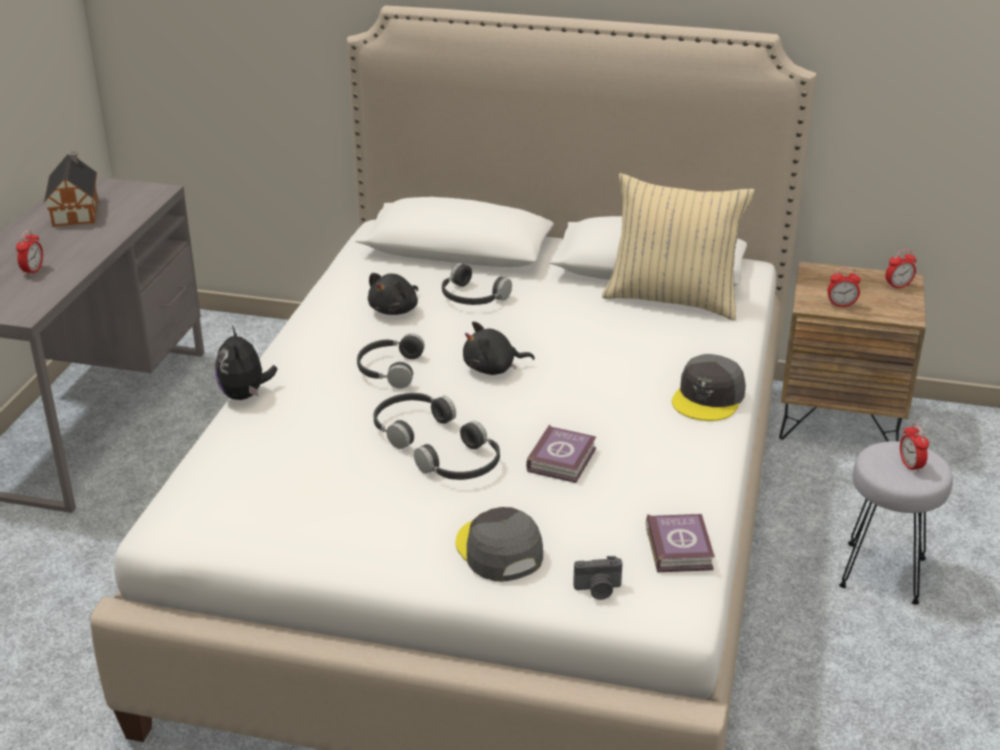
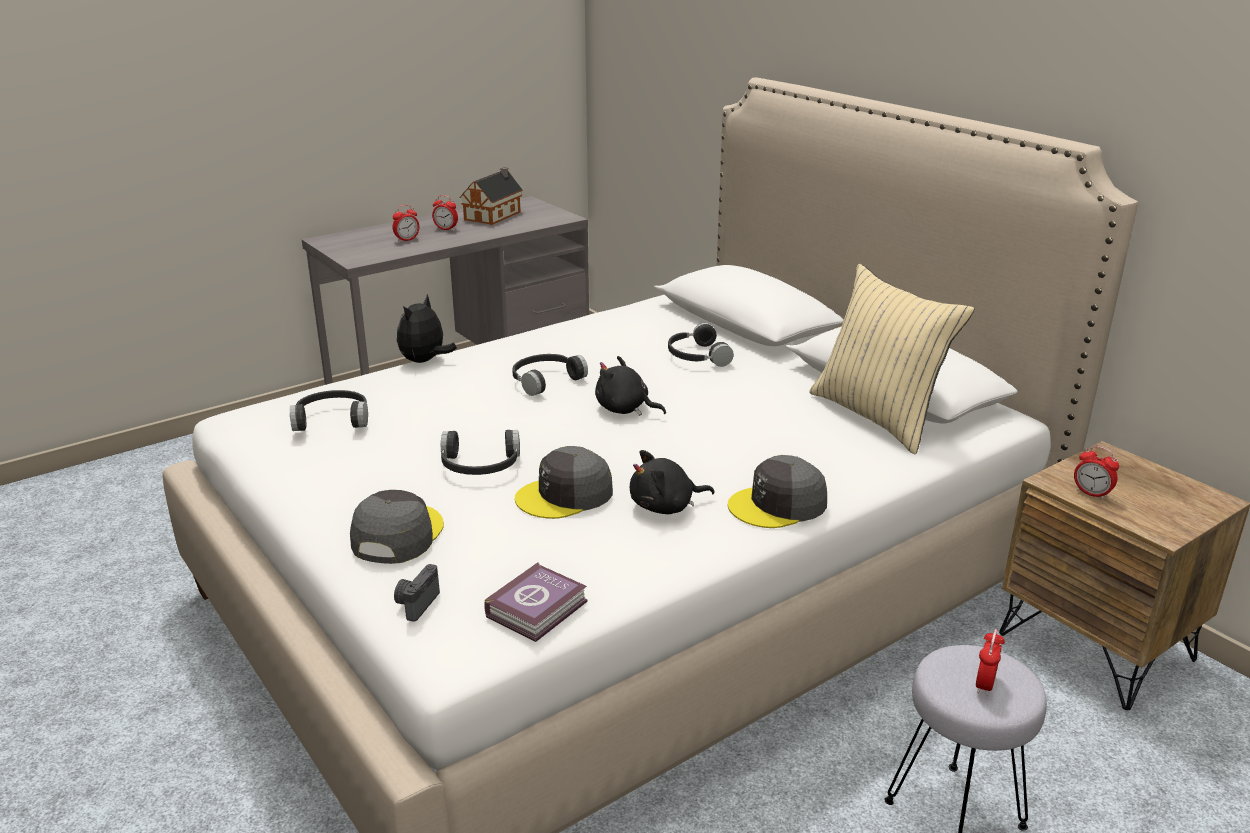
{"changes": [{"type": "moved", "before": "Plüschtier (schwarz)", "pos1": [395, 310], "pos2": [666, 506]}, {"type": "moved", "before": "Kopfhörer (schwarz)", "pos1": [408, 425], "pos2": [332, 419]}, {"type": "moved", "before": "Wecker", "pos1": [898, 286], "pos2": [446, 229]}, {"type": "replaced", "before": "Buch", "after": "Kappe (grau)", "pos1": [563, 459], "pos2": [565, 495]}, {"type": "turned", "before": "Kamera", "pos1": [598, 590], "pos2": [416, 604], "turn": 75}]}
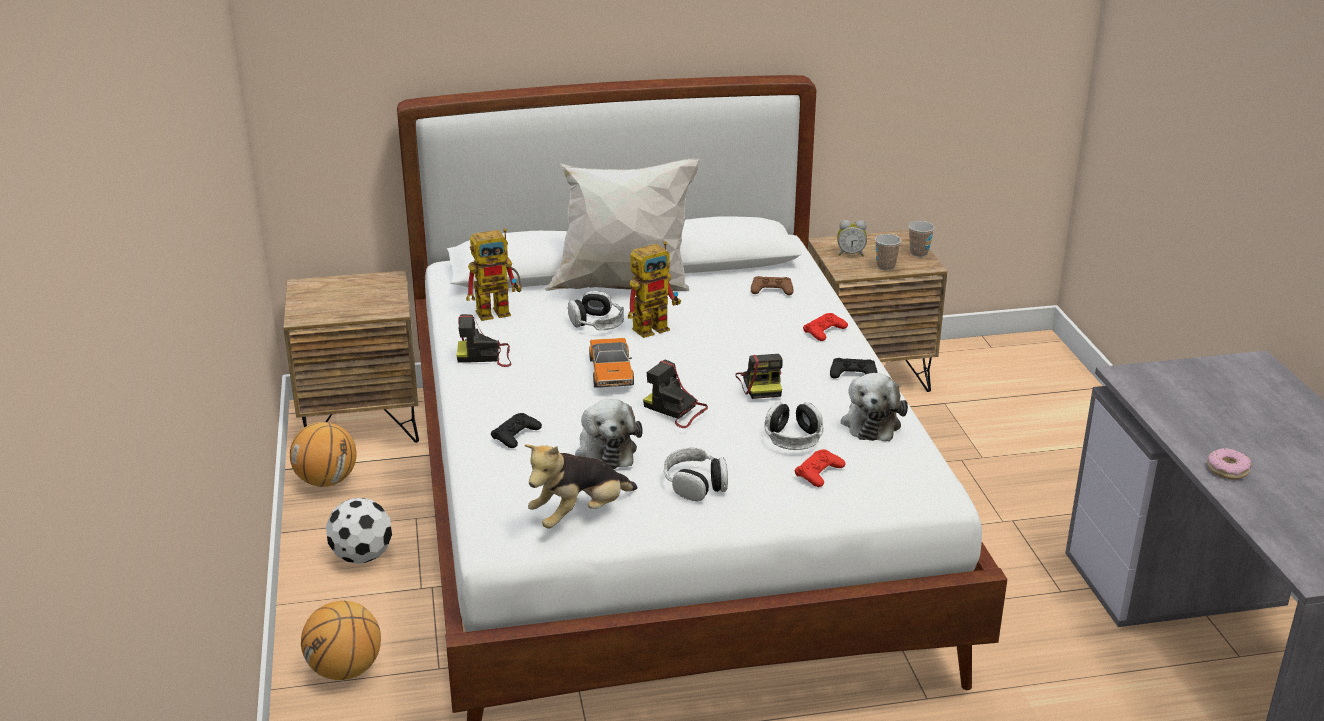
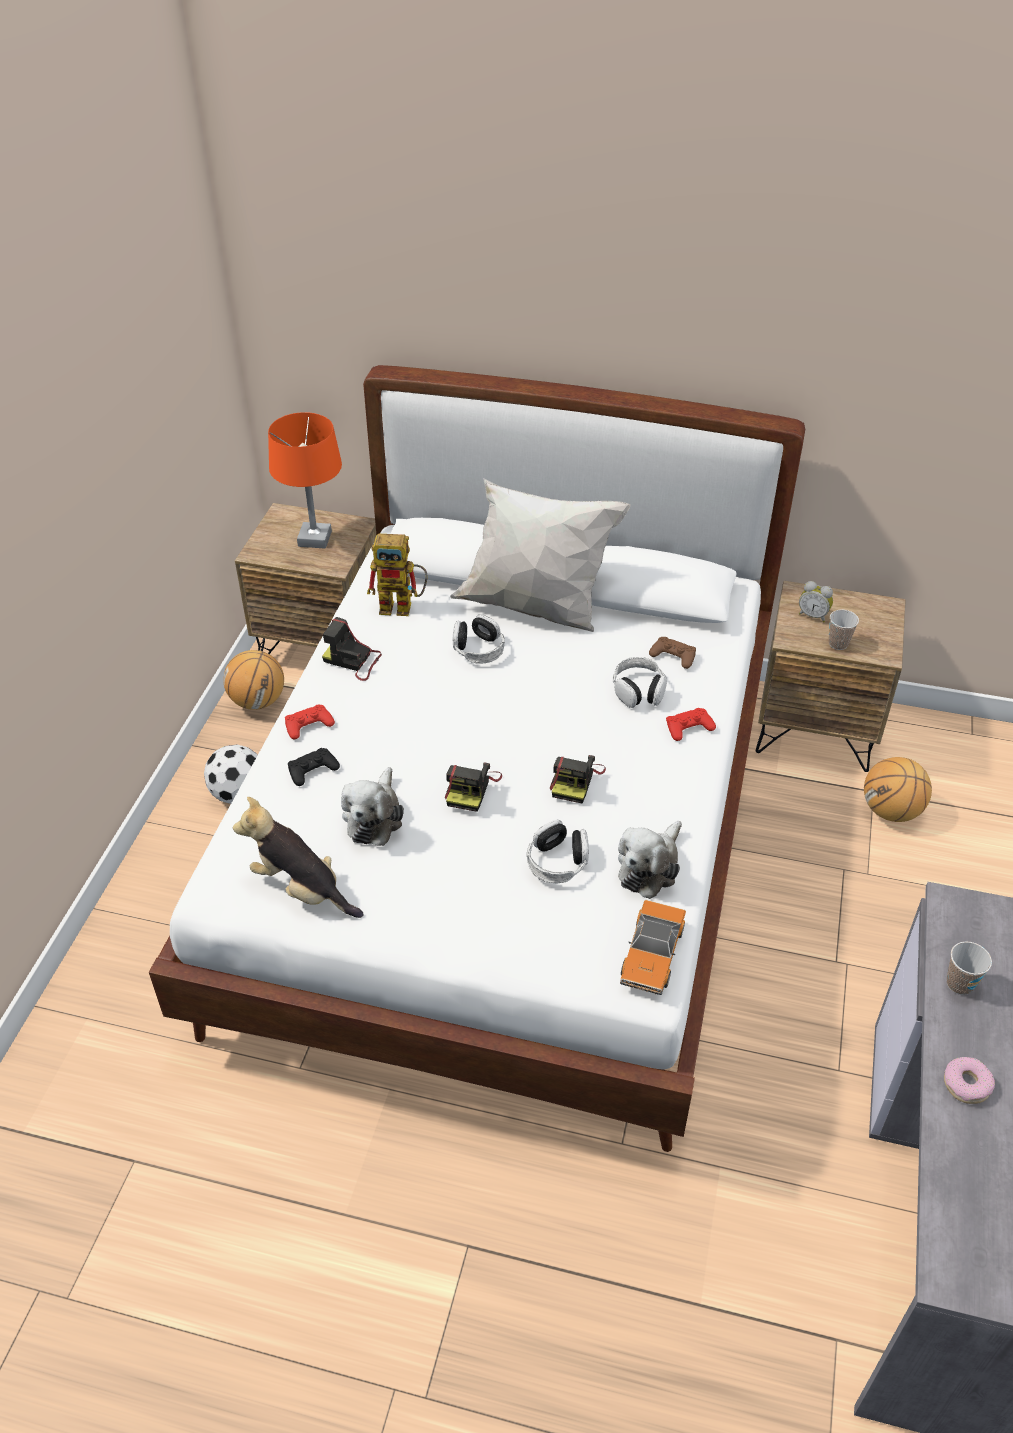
{"changes": [{"type": "removed", "before": "Spielzeugroboter", "pos1": [656, 326]}, {"type": "removed", "before": "Gamepad (schwarz)", "pos1": [853, 374]}, {"type": "added", "after": "Tischlampe (orange)", "pos2": [314, 539]}, {"type": "moved", "before": "Basketball", "pos1": [345, 670], "pos2": [891, 811]}, {"type": "moved", "before": "Spielzeugauto", "pos1": [611, 373], "pos2": [652, 955]}, {"type": "moved", "before": "Kopfhörer", "pos1": [695, 484], "pos2": [638, 690]}, {"type": "moved", "before": "Gamepad (rot)", "pos1": [819, 473], "pos2": [308, 725]}, {"type": "moved", "before": "Tasse", "pos1": [918, 253], "pos2": [959, 984]}, {"type": "turned", "before": "Plüschtier", "pos1": [580, 515], "pos2": [301, 889], "turn": 45}, {"type": "turned", "before": "Kamera", "pos1": [676, 410], "pos2": [471, 788], "turn": -135}]}
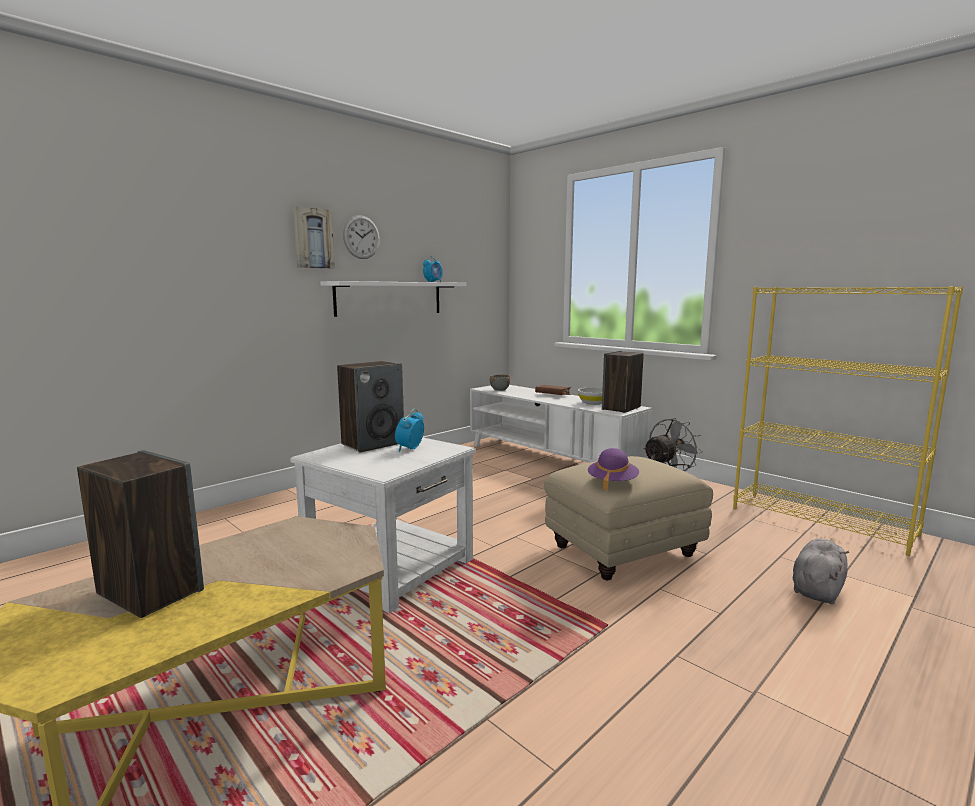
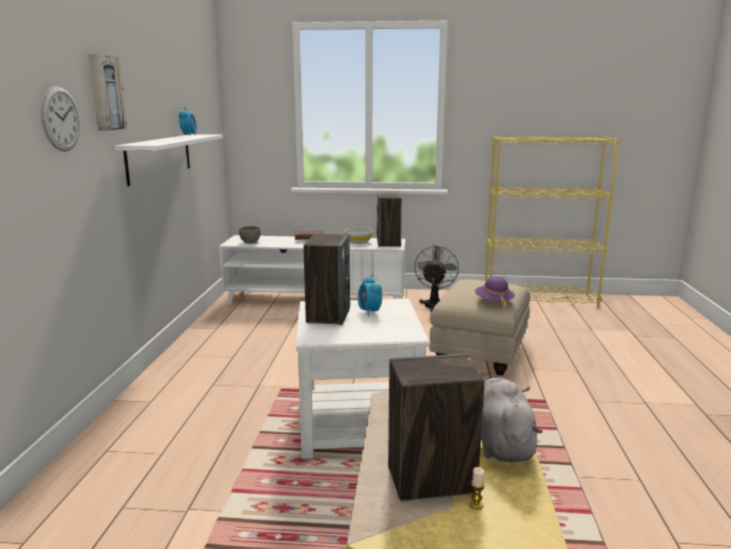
{"changes": [{"type": "added", "after": "Kerze", "pos2": [476, 505]}, {"type": "moved", "before": "Wanduhr", "pos1": [361, 237], "pos2": [60, 119]}, {"type": "moved", "before": "Plüschtier (grau)", "pos1": [817, 589], "pos2": [500, 442]}]}
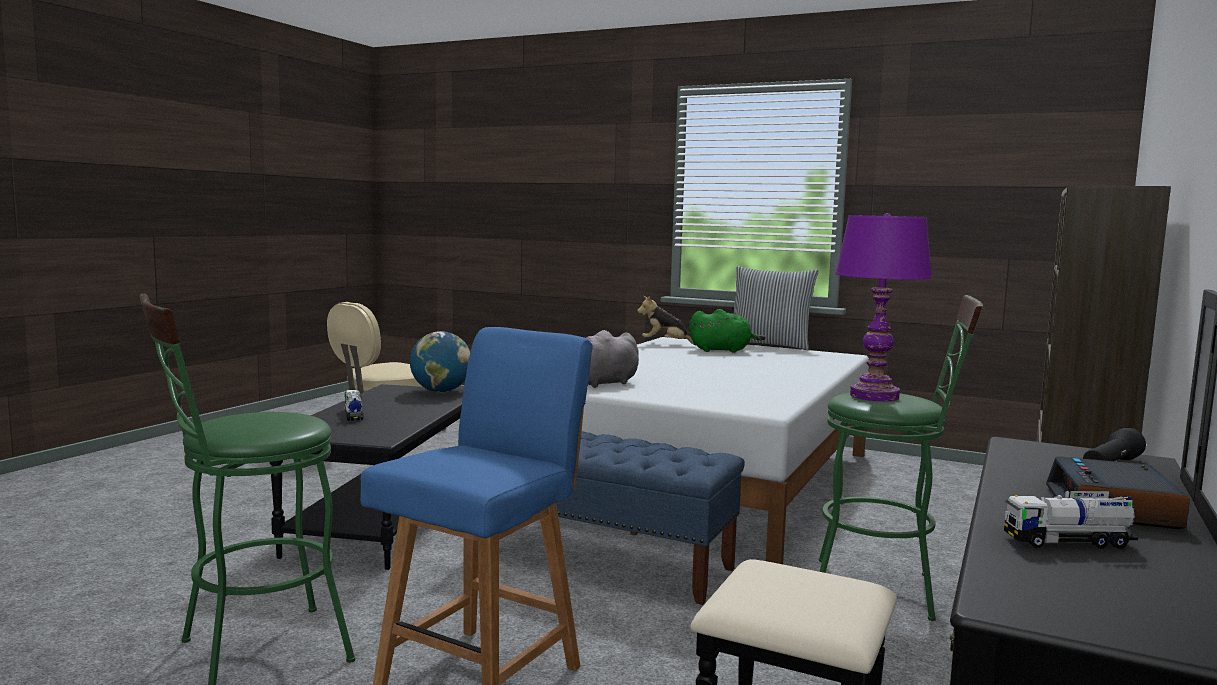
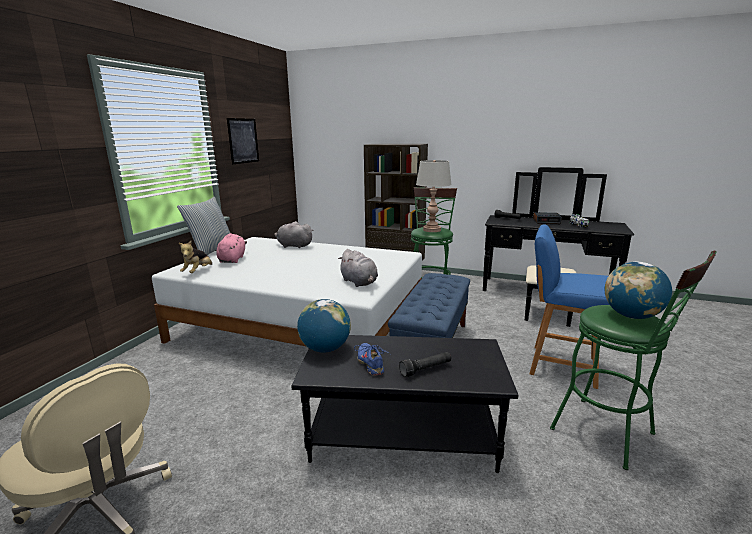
{"changes": [{"type": "added", "after": "Bild", "pos2": [243, 141]}, {"type": "added", "after": "Plüschtier (grau)", "pos2": [293, 246]}, {"type": "added", "after": "Schuh (blau)", "pos2": [371, 363]}, {"type": "added", "after": "Globus", "pos2": [631, 316]}, {"type": "replaced", "before": "Spielzeuglaster", "after": "Taschenlampe (schwarz)", "pos1": [353, 415], "pos2": [426, 369]}, {"type": "recoloured", "before": "Plüschtier (grün)", "after": "Plüschtier (rosa)", "pos1": [723, 350], "pos2": [232, 259]}, {"type": "recoloured", "before": "Tischlampe (lila)", "after": "Tischlampe (grau)", "pos1": [874, 396], "pos2": [432, 230]}]}
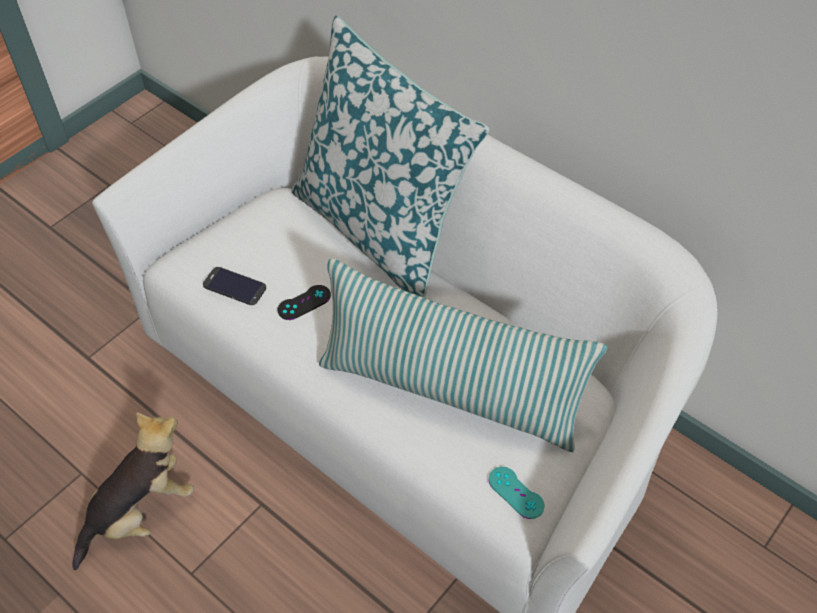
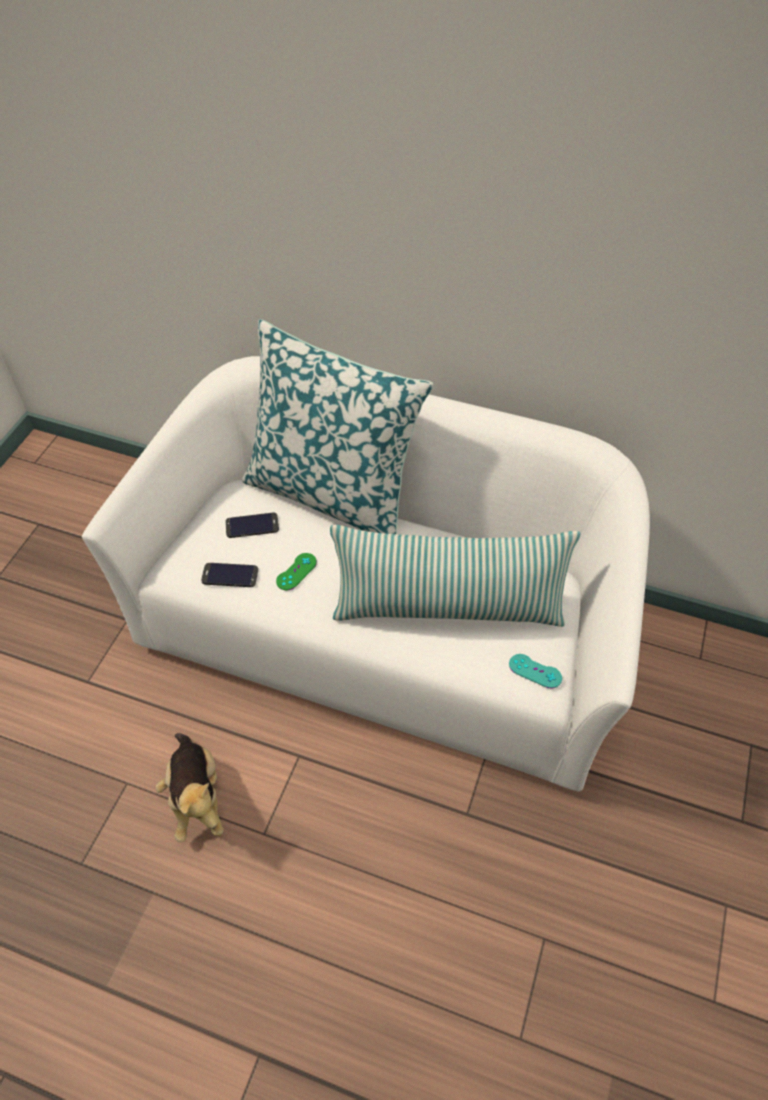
{"changes": [{"type": "added", "after": "Handy", "pos2": [252, 526]}, {"type": "recoloured", "before": "Gamepad (schwarz)", "after": "Gamepad (grün)", "pos1": [304, 302], "pos2": [296, 571]}, {"type": "turned", "before": "Plüschtier", "pos1": [141, 511], "pos2": [196, 797], "turn": 135}]}
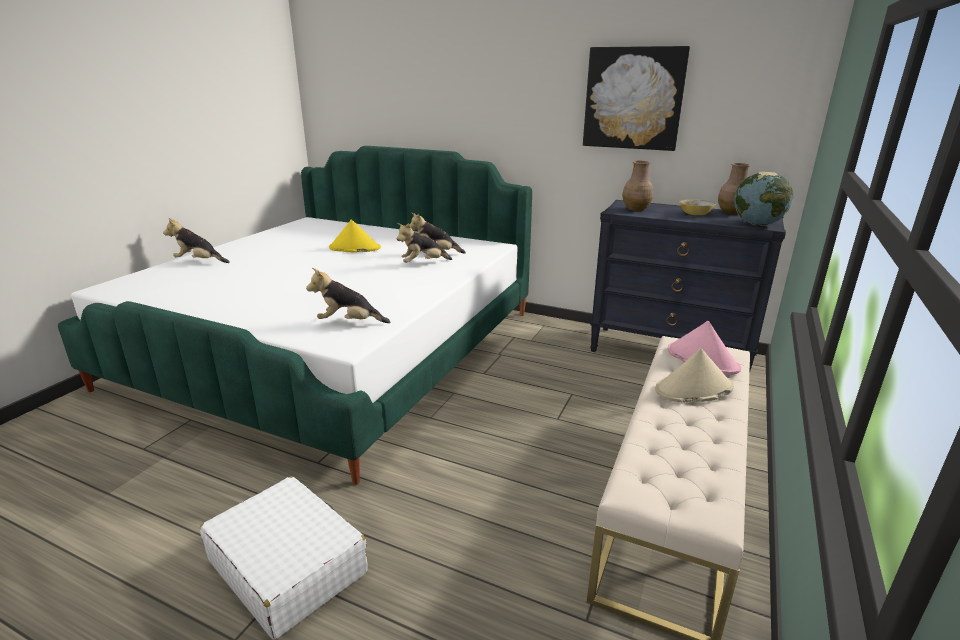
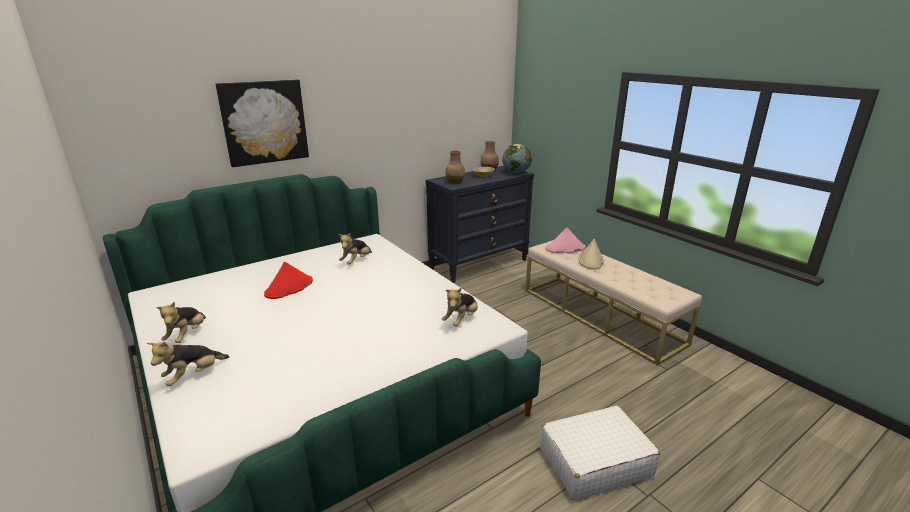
{"changes": [{"type": "moved", "before": "Plüschtier", "pos1": [423, 263], "pos2": [187, 335]}, {"type": "moved", "before": "Bild", "pos1": [633, 98], "pos2": [264, 122]}, {"type": "recoloured", "before": "Hut (gelb)", "after": "Hut (rot)", "pos1": [354, 248], "pos2": [289, 288]}]}
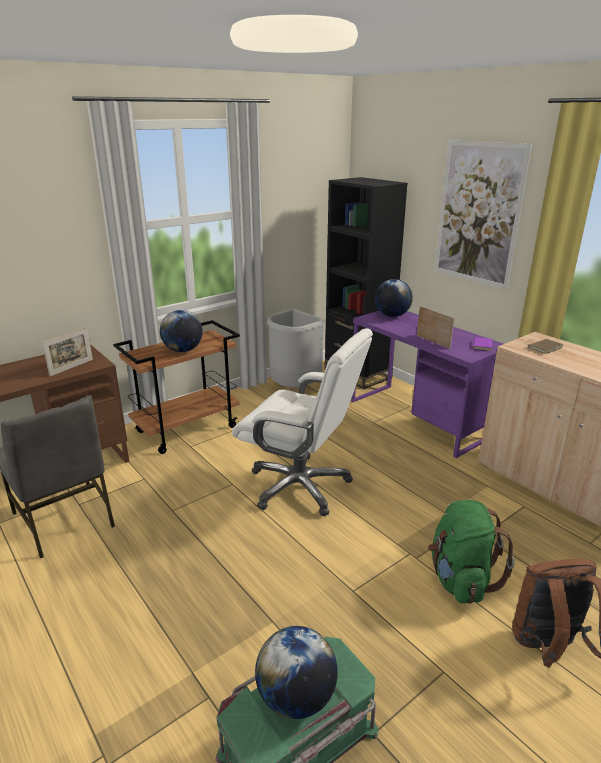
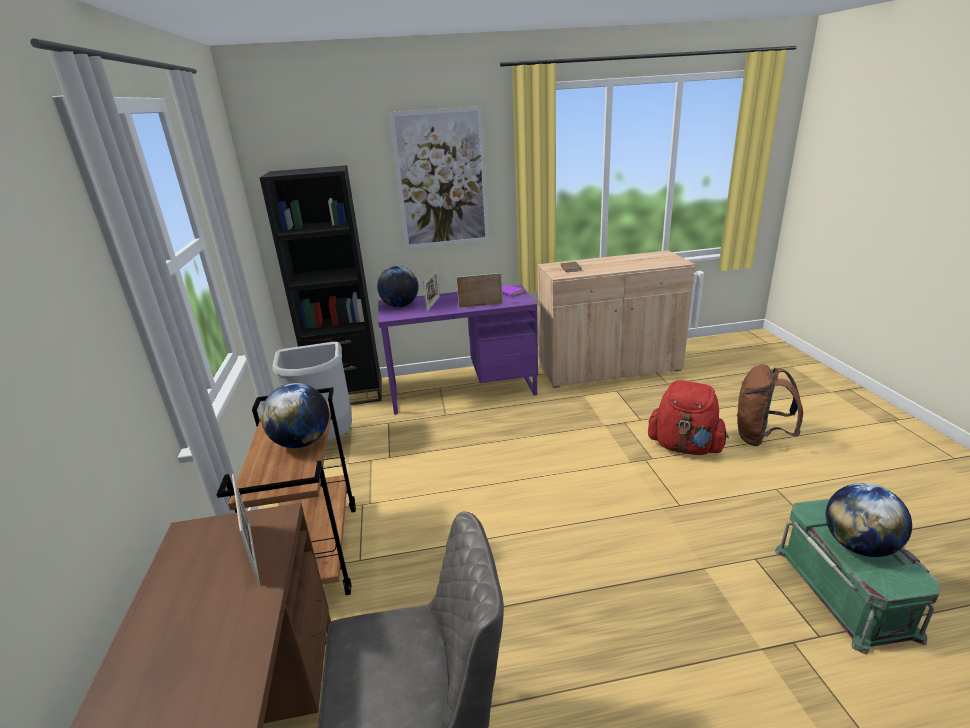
{"changes": [{"type": "removed", "before": "Bürostuhl (weiß)", "pos1": [300, 486]}, {"type": "added", "after": "Bilderrahmen", "pos2": [433, 304]}, {"type": "recoloured", "before": "Rucksack (grün)", "after": "Rucksack (rot)", "pos1": [460, 579], "pos2": [684, 447]}]}
